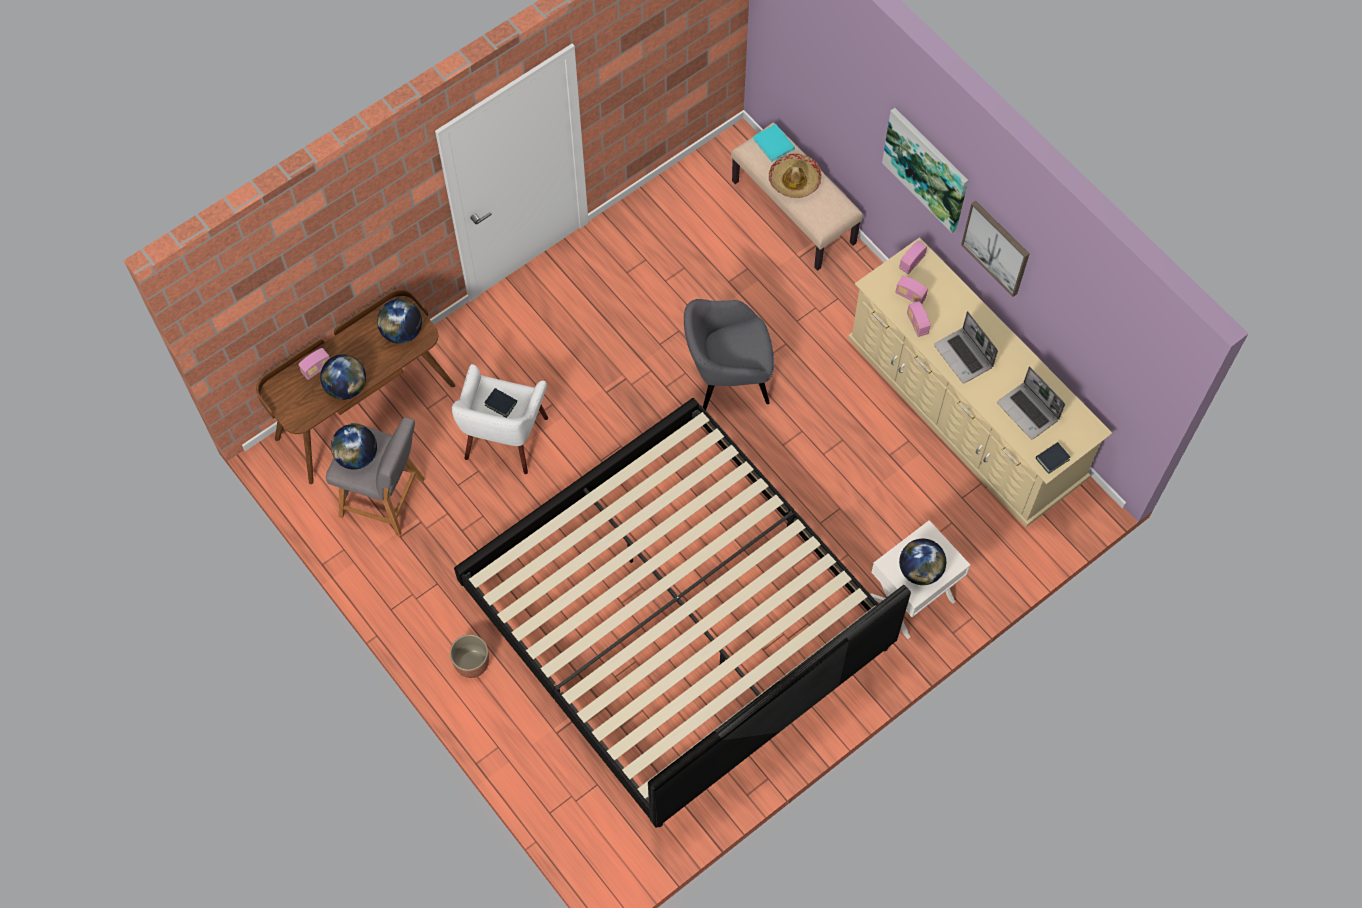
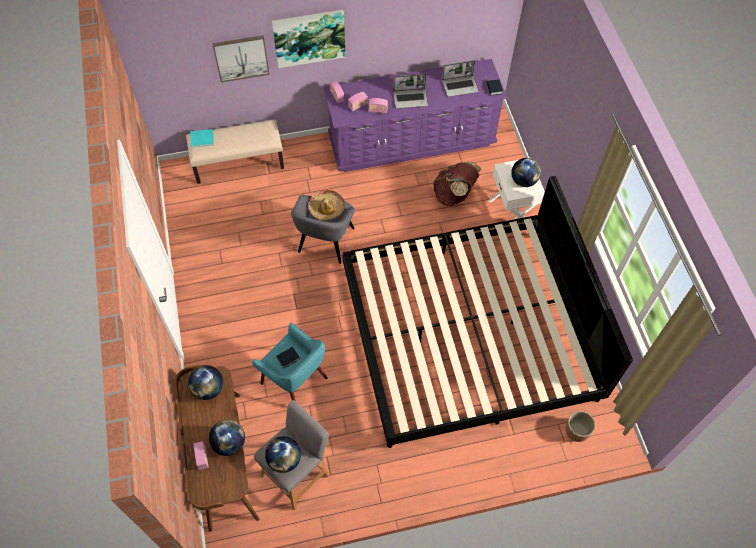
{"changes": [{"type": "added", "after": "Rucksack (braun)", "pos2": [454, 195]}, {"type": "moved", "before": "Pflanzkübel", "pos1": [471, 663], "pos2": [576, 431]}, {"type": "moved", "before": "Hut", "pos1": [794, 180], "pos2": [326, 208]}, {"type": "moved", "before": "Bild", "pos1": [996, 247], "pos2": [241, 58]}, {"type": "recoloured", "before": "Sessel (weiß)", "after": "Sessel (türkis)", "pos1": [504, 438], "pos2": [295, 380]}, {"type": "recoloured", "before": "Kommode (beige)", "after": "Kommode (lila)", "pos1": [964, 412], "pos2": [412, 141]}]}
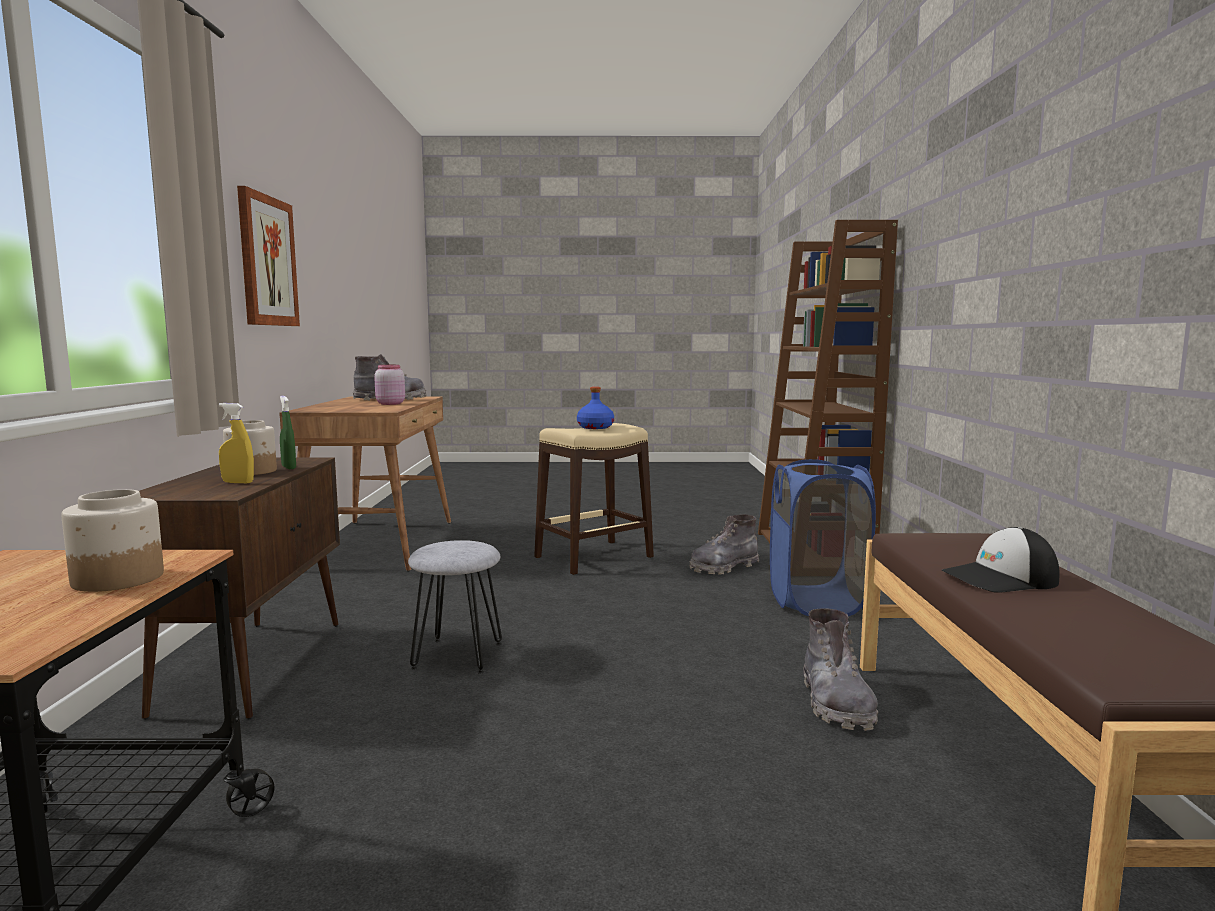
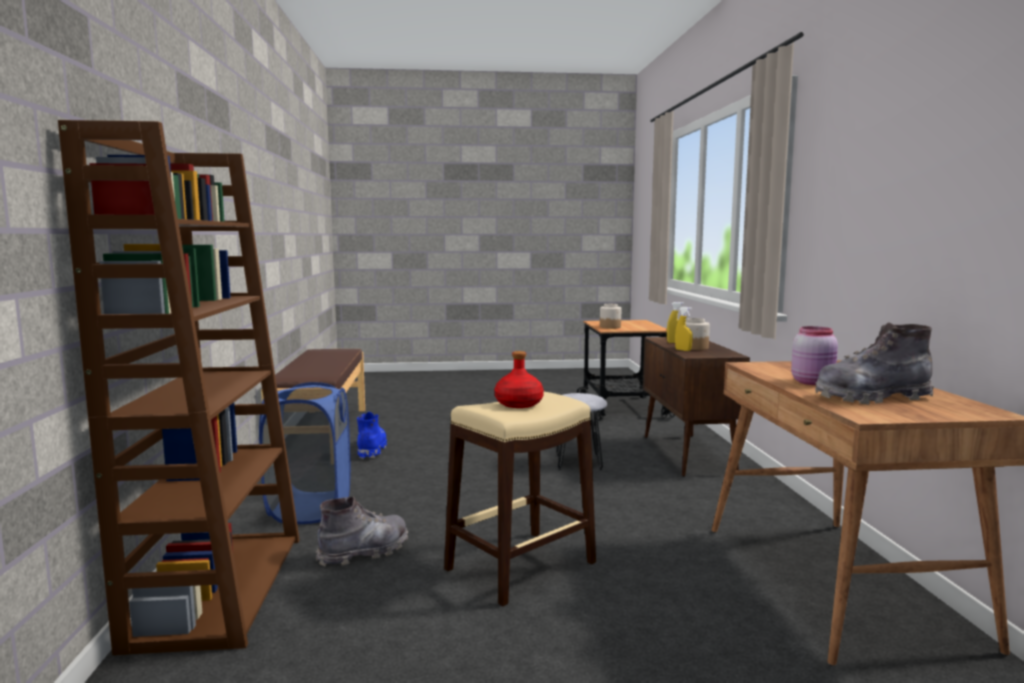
{"changes": [{"type": "removed", "before": "Bild", "pos1": [267, 261]}, {"type": "removed", "before": "Kappe", "pos1": [1000, 579]}, {"type": "recoloured", "before": "Sprühflasche (grün)", "after": "Sprühflasche (gelb)", "pos1": [289, 467], "pos2": [683, 350]}, {"type": "recoloured", "before": "Flasche (blau)", "after": "Flasche (rot)", "pos1": [595, 427], "pos2": [519, 404]}, {"type": "recoloured", "before": "Stiefel (grau)", "after": "Stiefel (blau)", "pos1": [836, 703], "pos2": [371, 449]}]}
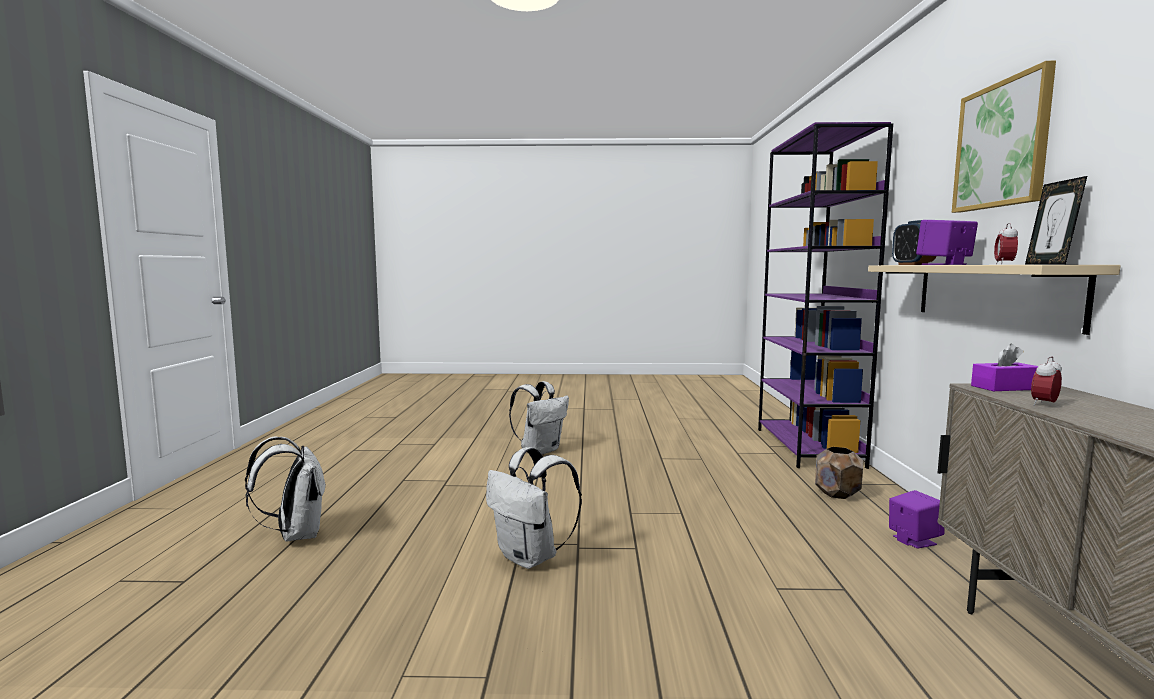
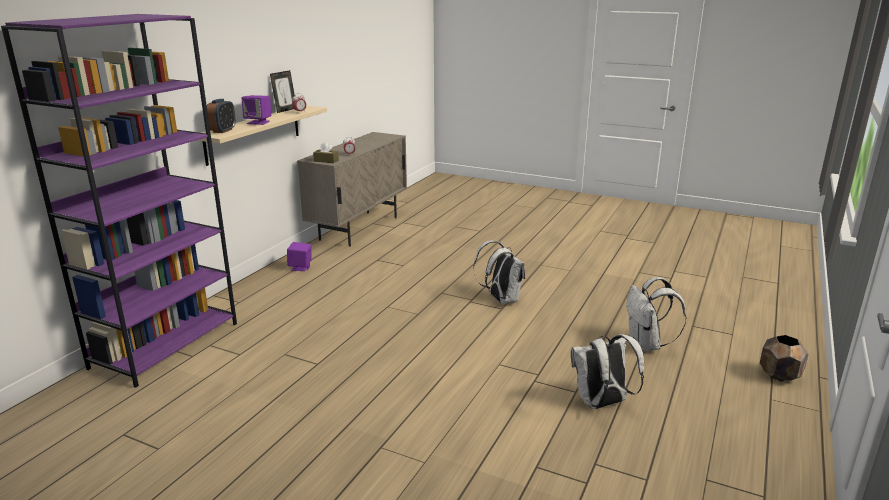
{"changes": [{"type": "removed", "before": "Bild", "pos1": [1002, 145]}, {"type": "moved", "before": "Rucksack (weiß)", "pos1": [540, 450], "pos2": [601, 404]}, {"type": "moved", "before": "Pflanzkübel (braun)", "pos1": [837, 494], "pos2": [779, 375]}, {"type": "recoloured", "before": "Taschentuchbox (lila)", "after": "Taschentuchbox (braun)", "pos1": [1004, 387], "pos2": [326, 161]}]}
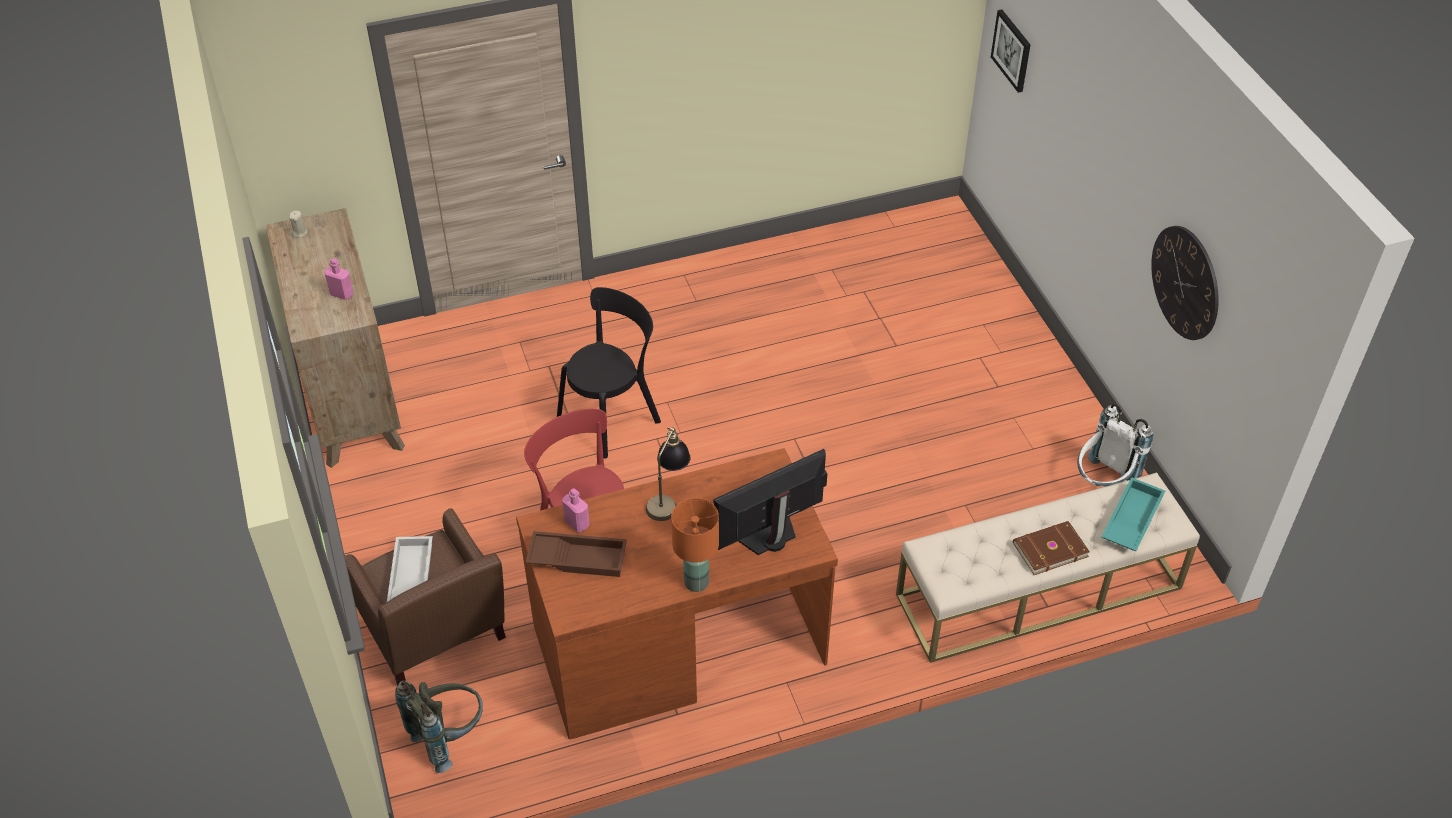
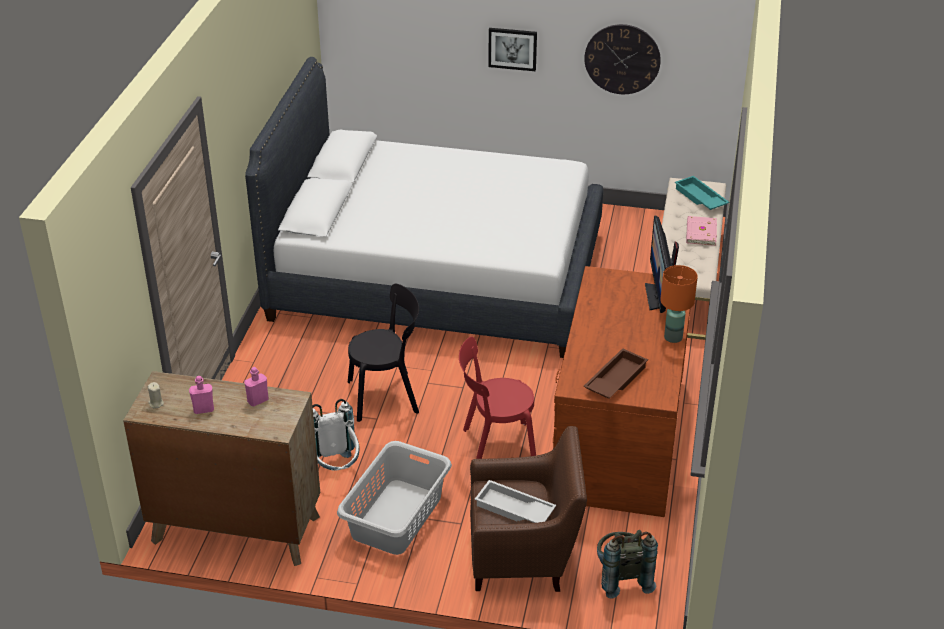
{"changes": [{"type": "removed", "before": "Tischlampe", "pos1": [668, 499]}, {"type": "added", "after": "Bett (weiß)", "pos2": [436, 276]}, {"type": "added", "after": "Wäschekorb (grau)", "pos2": [395, 517]}, {"type": "moved", "before": "Flasche (rosa)", "pos1": [577, 523], "pos2": [203, 409]}, {"type": "moved", "before": "Bild", "pos1": [1012, 50], "pos2": [512, 48]}, {"type": "moved", "before": "Rucksack (weiß)", "pos1": [1102, 482], "pos2": [336, 469]}, {"type": "recoloured", "before": "Buch (braun)", "after": "Buch (rosa)", "pos1": [1049, 549], "pos2": [700, 233]}, {"type": "turned", "before": "Stuhl (schwarz)", "pos1": [612, 416], "pos2": [387, 396], "turn": 90}]}
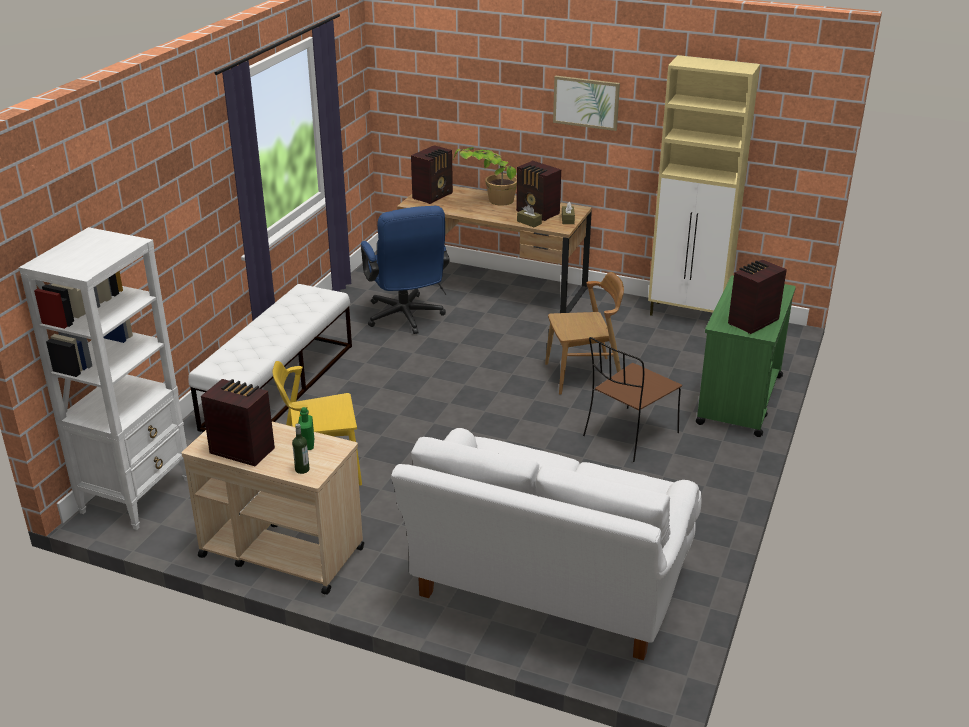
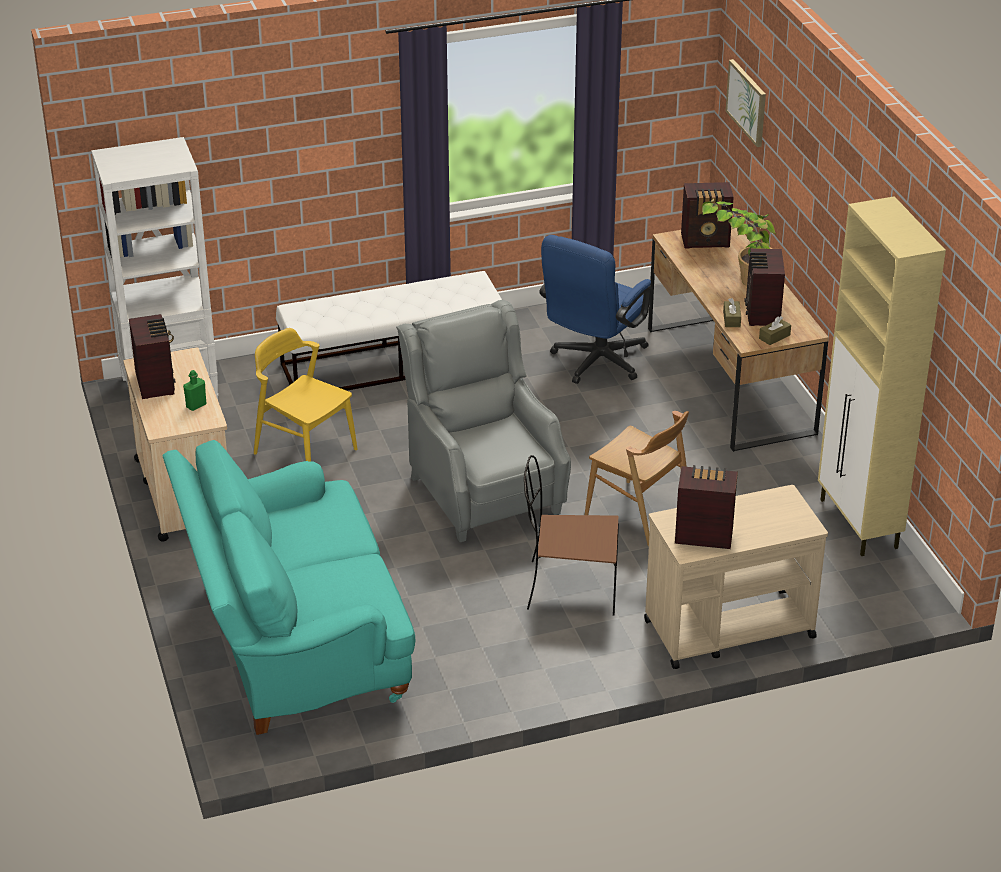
{"changes": [{"type": "removed", "before": "Flasche", "pos1": [302, 469]}, {"type": "added", "after": "Sessel (grau)", "pos2": [483, 492]}, {"type": "moved", "before": "Bild", "pos1": [586, 102], "pos2": [747, 102]}, {"type": "recoloured", "before": "Sofa (weiß)", "after": "Sofa (türkis)", "pos1": [548, 586], "pos2": [293, 644]}, {"type": "recoloured", "before": "Rollwagen (grün)", "after": "Rollwagen (beige)", "pos1": [739, 400], "pos2": [728, 629]}]}
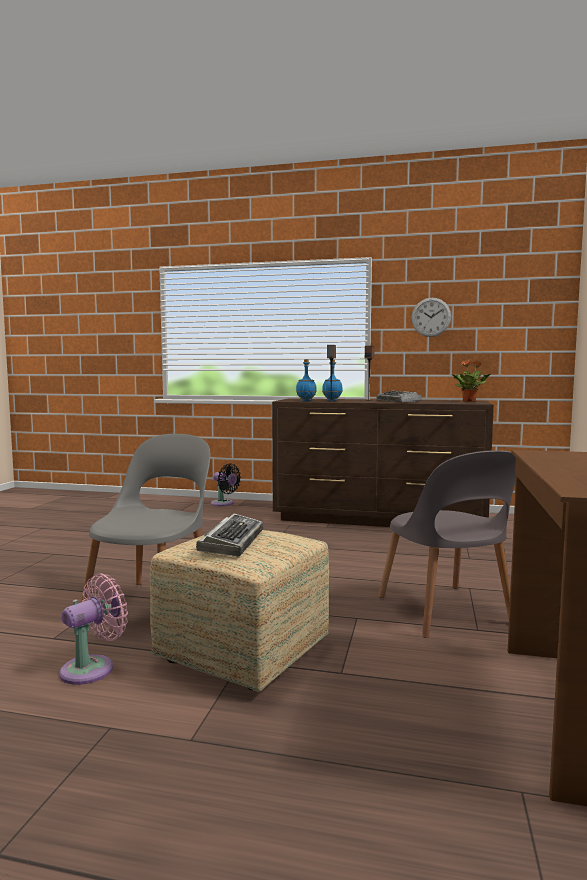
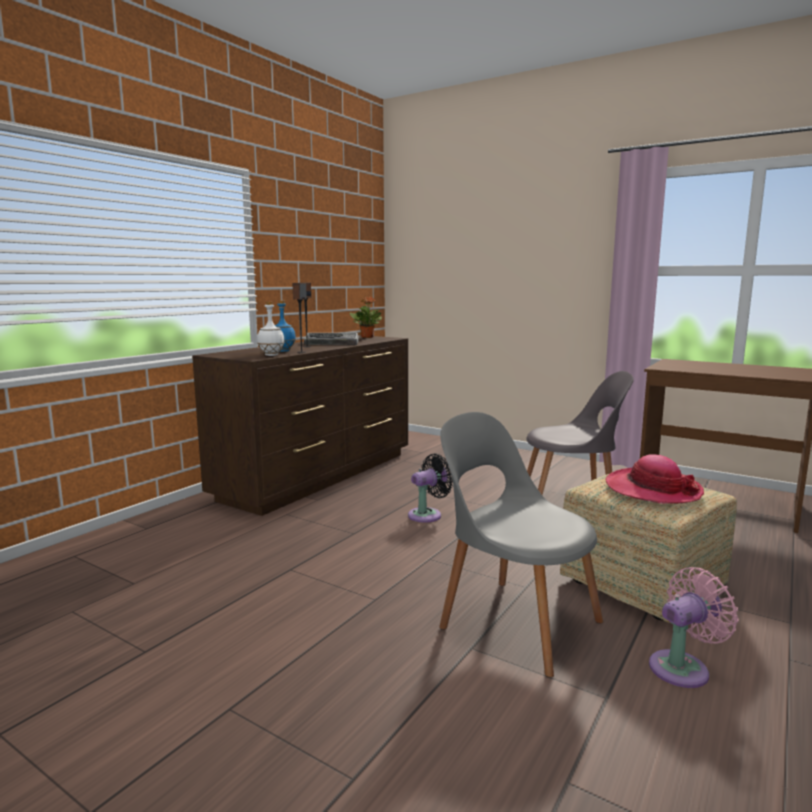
{"changes": [{"type": "removed", "before": "Wanduhr", "pos1": [431, 317]}, {"type": "moved", "before": "Ventilator (schwarz)", "pos1": [224, 504], "pos2": [428, 515]}, {"type": "replaced", "before": "Tastatur", "after": "Hut", "pos1": [232, 542], "pos2": [652, 489]}, {"type": "recoloured", "before": "Flasche (blau)", "after": "Flasche (weiß)", "pos1": [306, 401], "pos2": [272, 355]}, {"type": "turned", "before": "Ventilator (rosa)", "pos1": [92, 668], "pos2": [683, 667], "turn": 90}]}
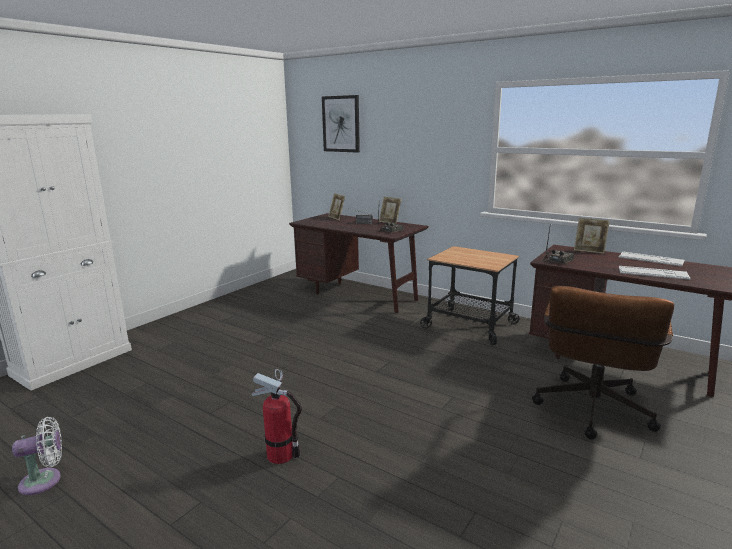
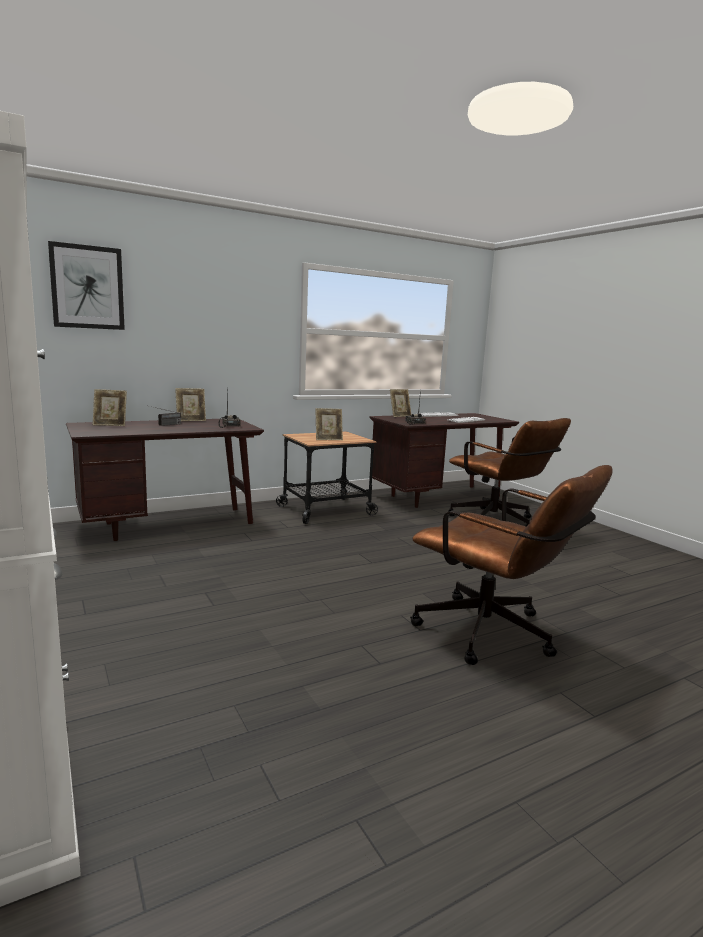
{"changes": [{"type": "removed", "before": "Ventilator (weiß)", "pos1": [45, 480]}, {"type": "added", "after": "Bilderrahmen", "pos2": [328, 439]}, {"type": "replaced", "before": "Feuerlöscher", "after": "Bürostuhl (braun)", "pos1": [280, 455], "pos2": [495, 636]}]}
